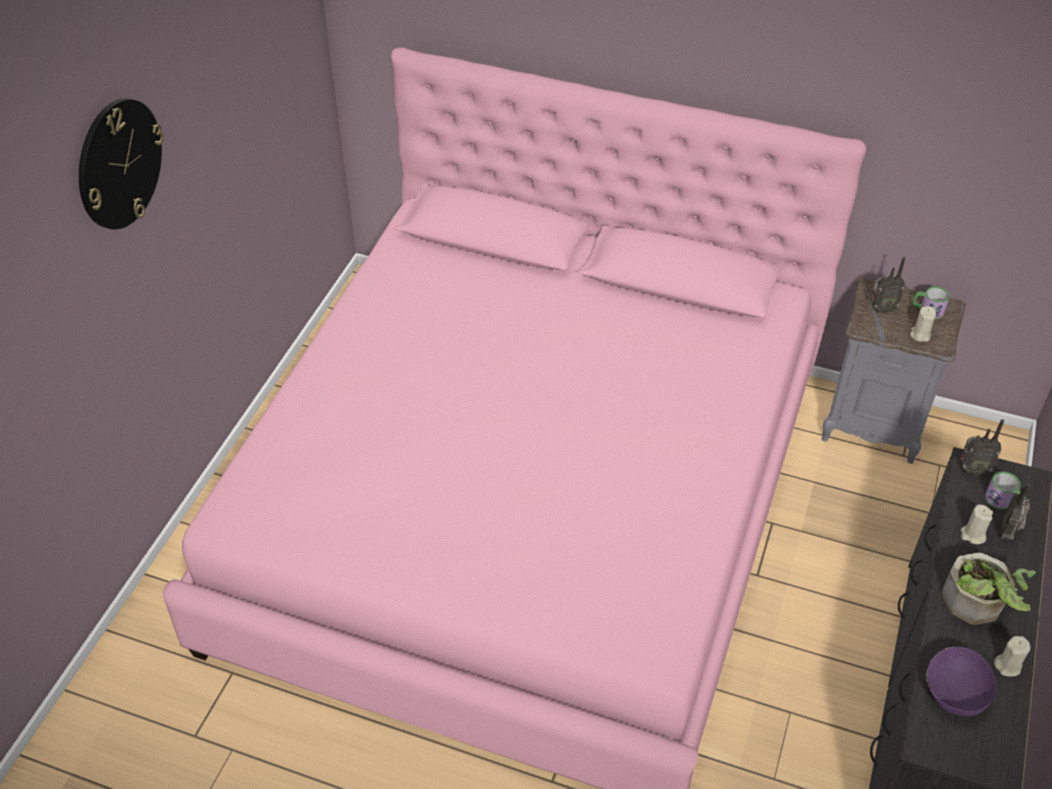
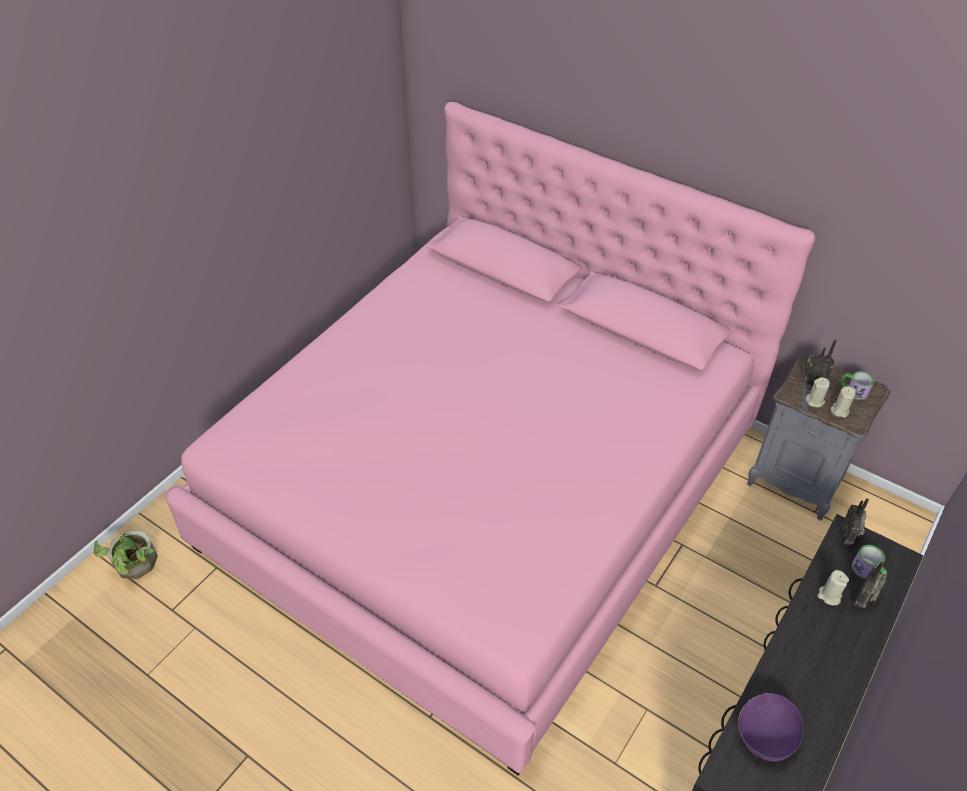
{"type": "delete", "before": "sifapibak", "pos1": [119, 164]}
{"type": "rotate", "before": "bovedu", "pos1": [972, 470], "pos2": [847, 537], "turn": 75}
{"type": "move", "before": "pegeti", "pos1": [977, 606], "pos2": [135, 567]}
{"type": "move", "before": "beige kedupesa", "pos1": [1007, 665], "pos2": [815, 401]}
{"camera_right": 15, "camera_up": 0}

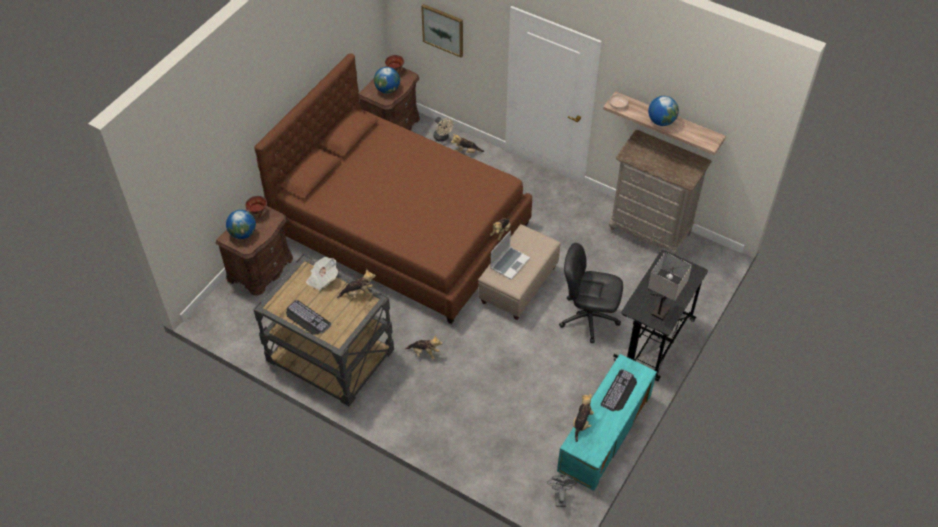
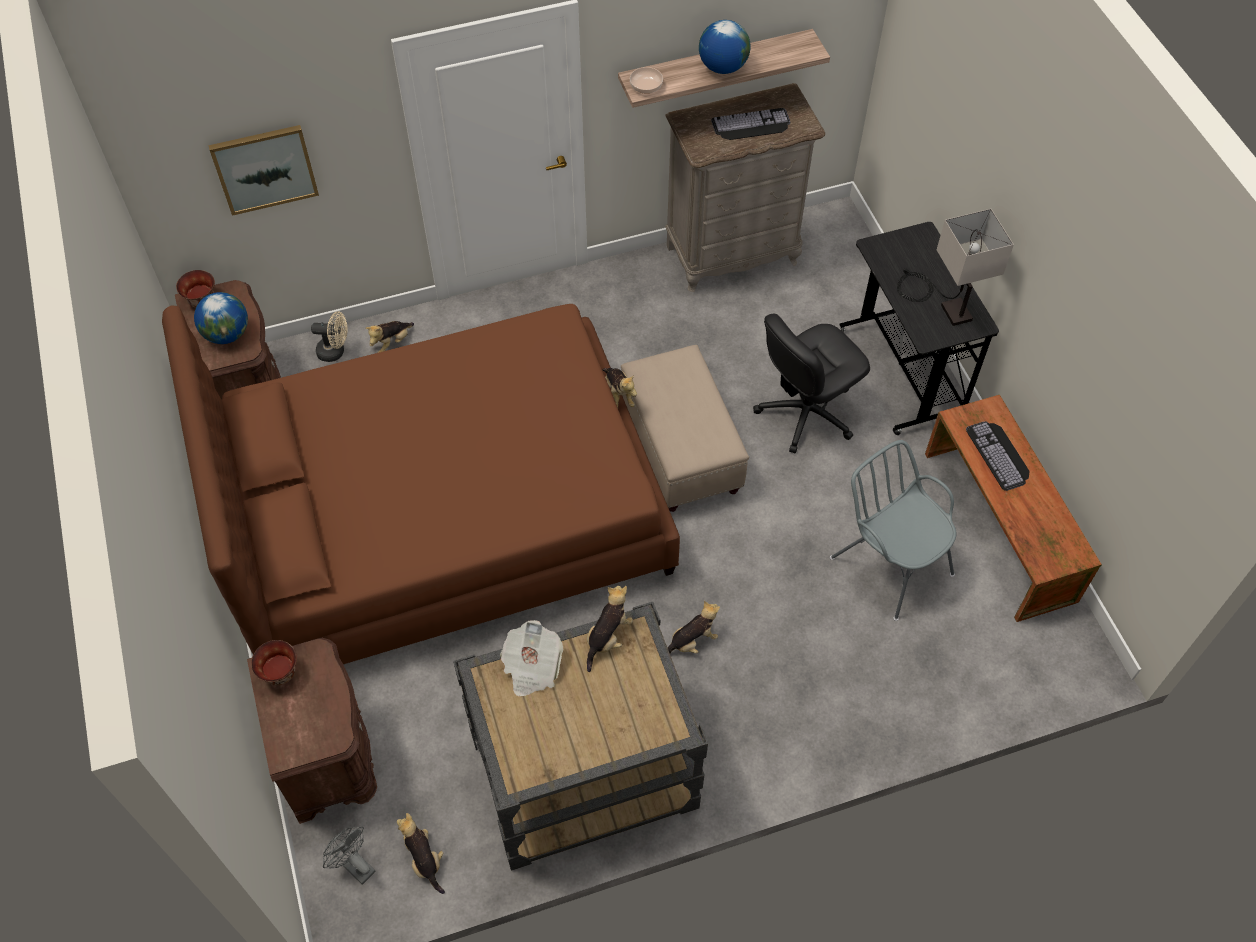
{"type": "delete", "before": "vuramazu", "pos1": [243, 233]}
{"type": "delete", "before": "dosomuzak", "pos1": [509, 263]}
{"type": "move", "before": "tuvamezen", "pos1": [306, 318], "pos2": [751, 125]}
{"type": "recolor", "before": "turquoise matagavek", "after": "brown matagavek", "pos1": [605, 433], "pos2": [1001, 526]}
{"type": "move", "before": "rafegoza", "pos1": [582, 423], "pos2": [424, 859]}
{"type": "move", "before": "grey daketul", "pos1": [560, 496], "pos2": [354, 865]}
{"type": "insert", "after": "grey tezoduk", "pos2": [888, 561]}
{"camera_right": -50, "camera_up": 5}

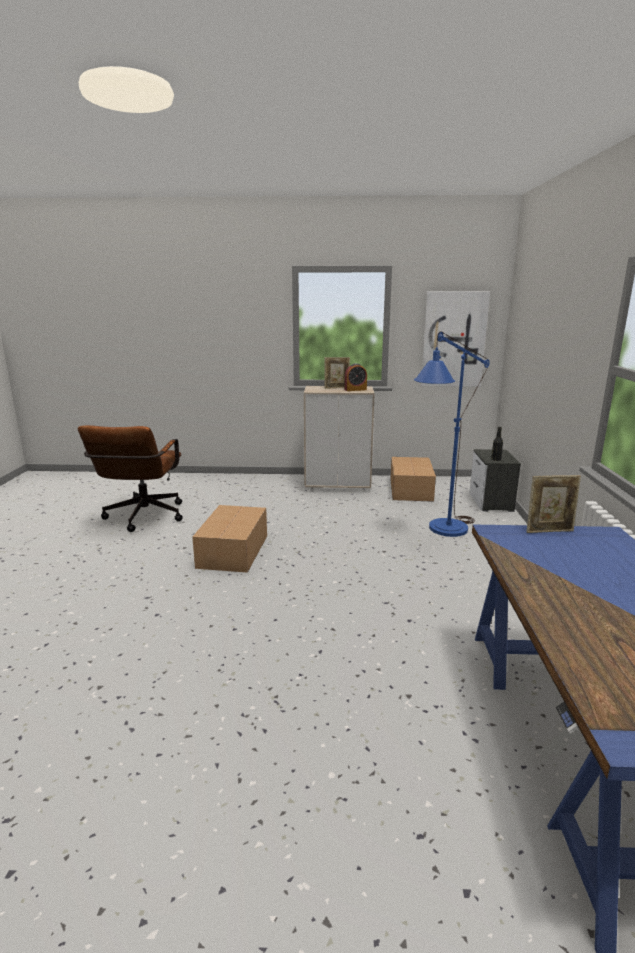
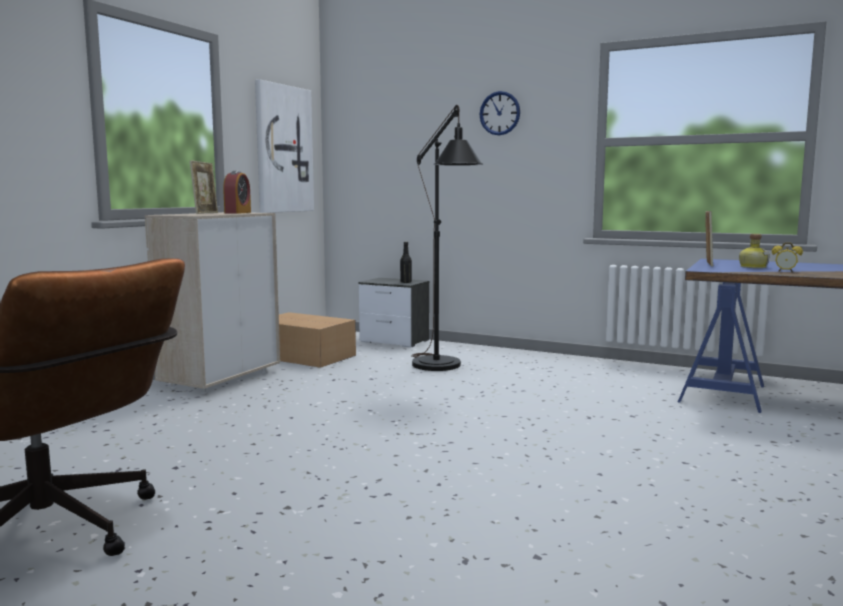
{"type": "recolor", "before": "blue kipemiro", "after": "black kipemiro", "pos1": [441, 531], "pos2": [441, 368]}
{"type": "delete", "before": "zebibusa", "pos1": [232, 552]}
{"type": "insert", "after": "sifapibak", "pos2": [499, 113]}
{"type": "insert", "after": "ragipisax", "pos2": [753, 267]}
{"type": "insert", "after": "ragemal", "pos2": [785, 272]}
{"camera_right": -65, "camera_up": -10}

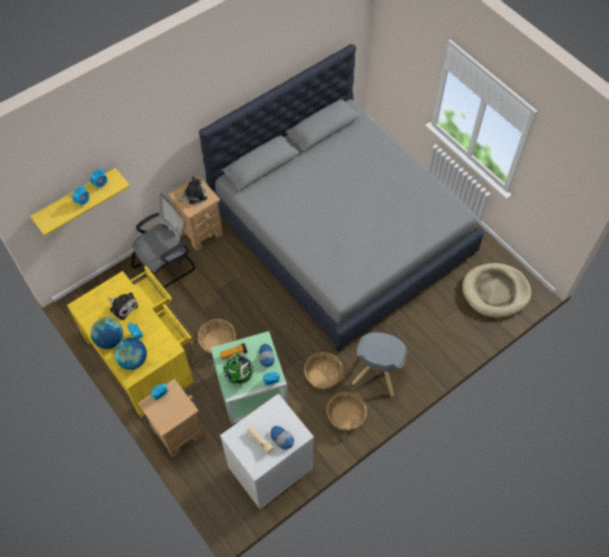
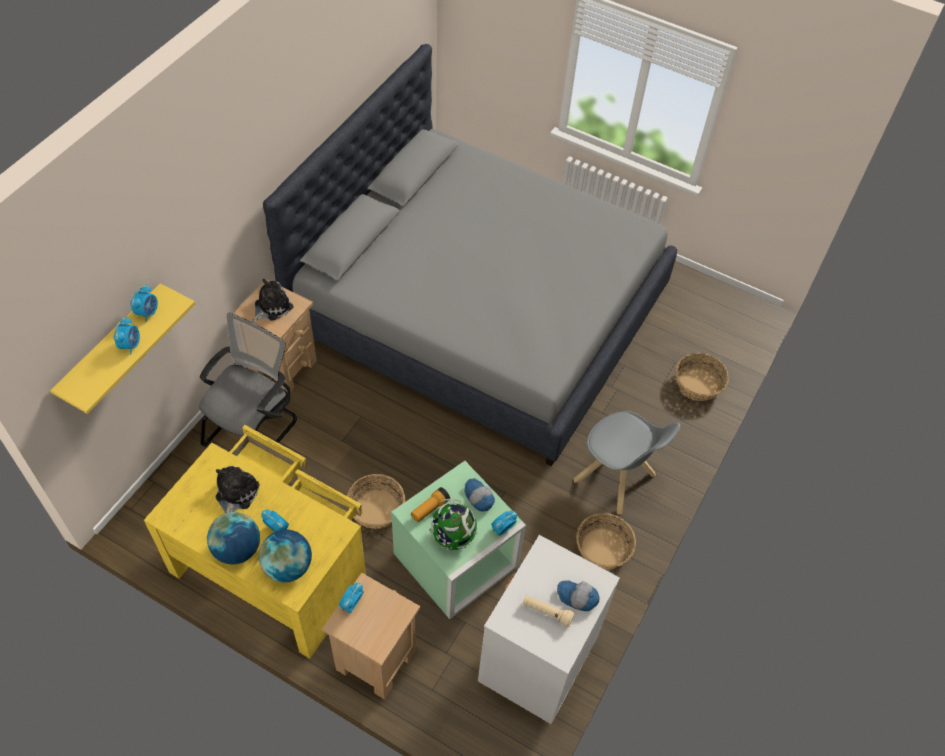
{"type": "delete", "before": "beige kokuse", "pos1": [495, 292]}
{"type": "rotate", "before": "rafegoza", "pos1": [123, 306], "pos2": [235, 494], "turn": -90}
{"type": "rotate", "before": "grey tezoduk", "pos1": [377, 374], "pos2": [616, 479], "turn": -45}
{"type": "move", "before": "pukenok", "pos1": [323, 375], "pos2": [698, 385]}
{"camera_right": -25, "camera_up": -5}

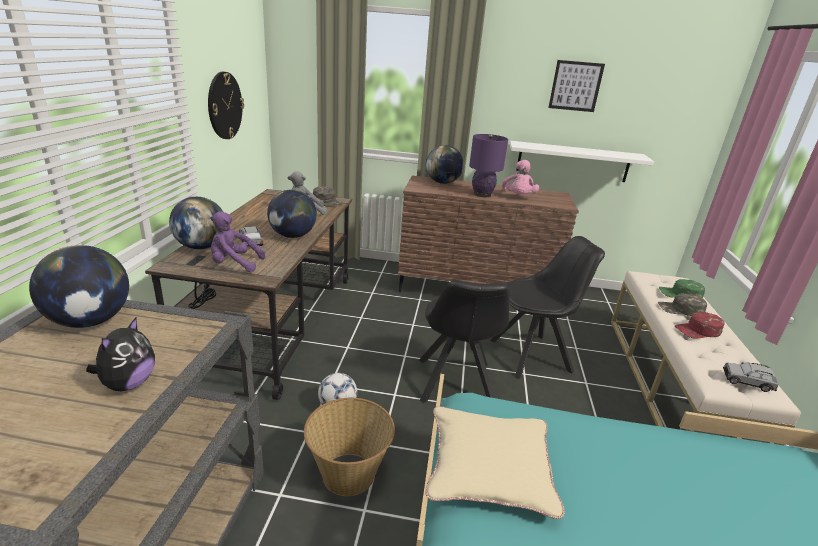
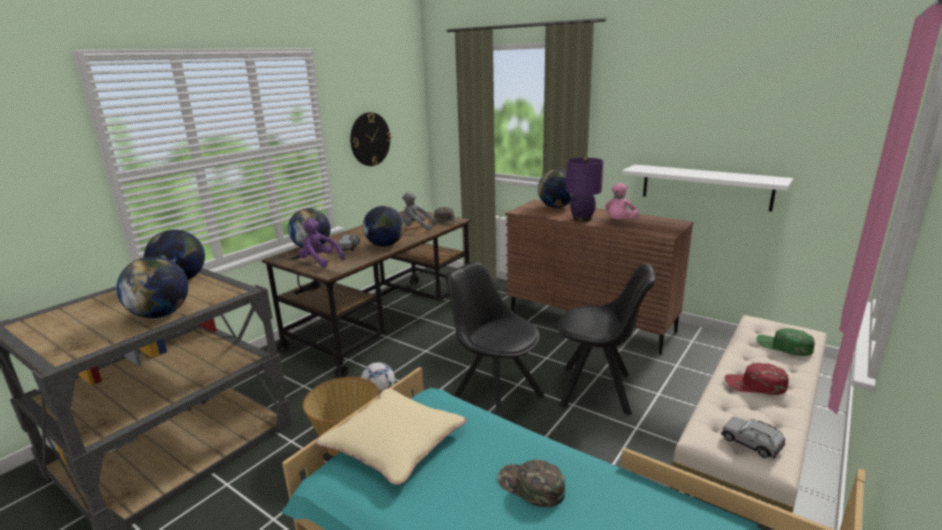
{"type": "delete", "before": "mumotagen", "pos1": [575, 86]}
{"type": "rotate", "before": "black tezoduk", "pos1": [455, 383], "pos2": [494, 398], "turn": 105}
{"type": "move", "before": "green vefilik", "pos1": [680, 309], "pos2": [530, 486]}
{"type": "replace", "before": "rafegoza", "after": "vuramazu", "pos1": [128, 384], "pos2": [161, 314]}
{"camera_right": 30, "camera_up": -5}

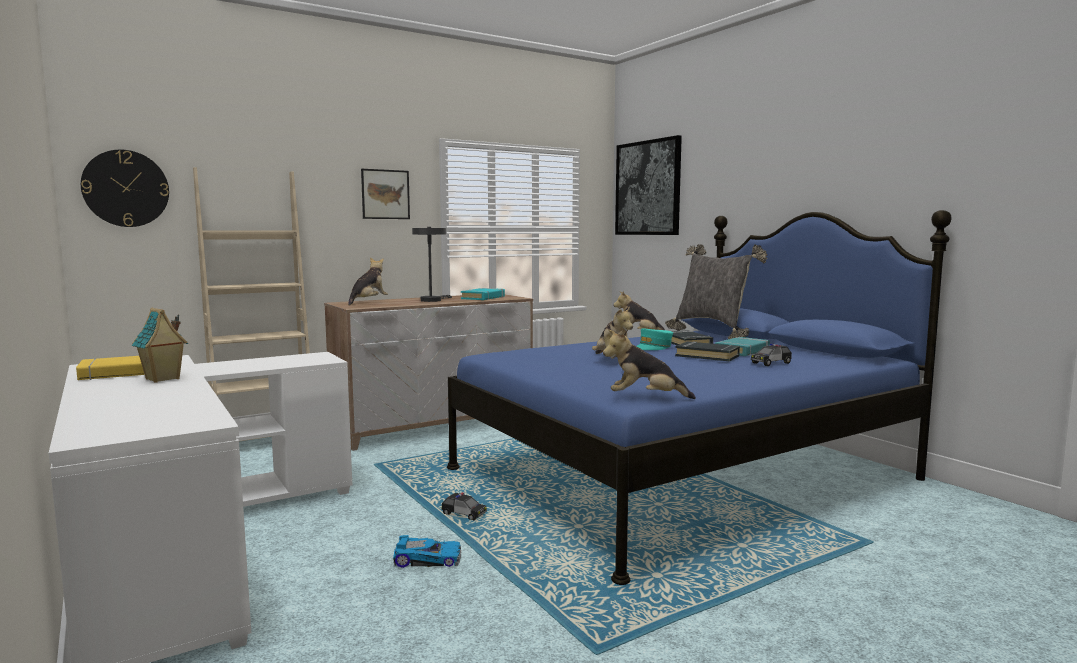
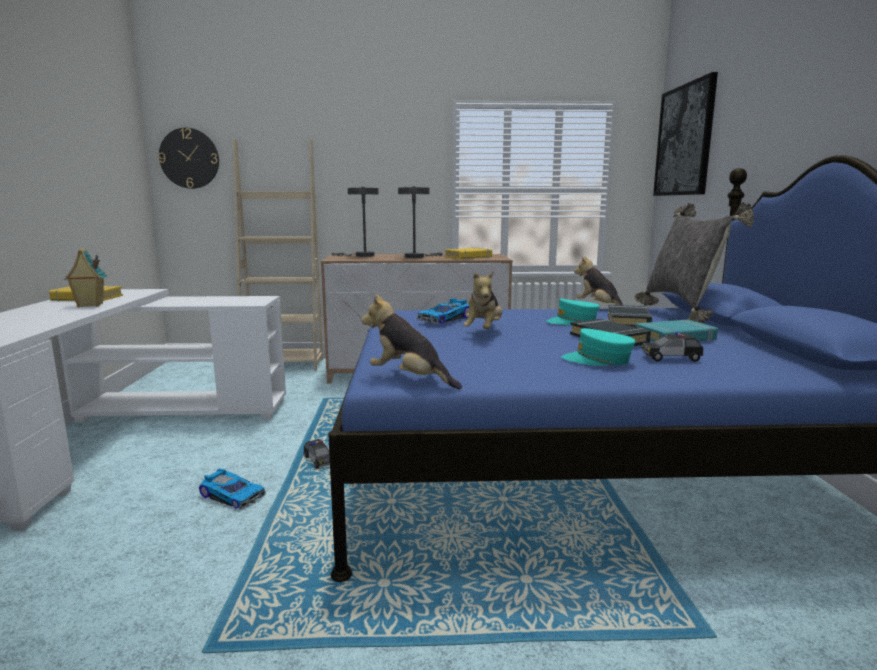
{"type": "delete", "before": "mumotagen", "pos1": [385, 194]}
{"type": "replace", "before": "rafegoza", "after": "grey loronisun", "pos1": [368, 302], "pos2": [361, 256]}
{"type": "recolor", "before": "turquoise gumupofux", "after": "yellow gumupofux", "pos1": [483, 298], "pos2": [468, 257]}
{"type": "insert", "after": "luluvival", "pos2": [445, 318]}
{"type": "insert", "after": "turquoise vefilik", "pos2": [598, 360]}
{"camera_right": 30, "camera_up": 5}

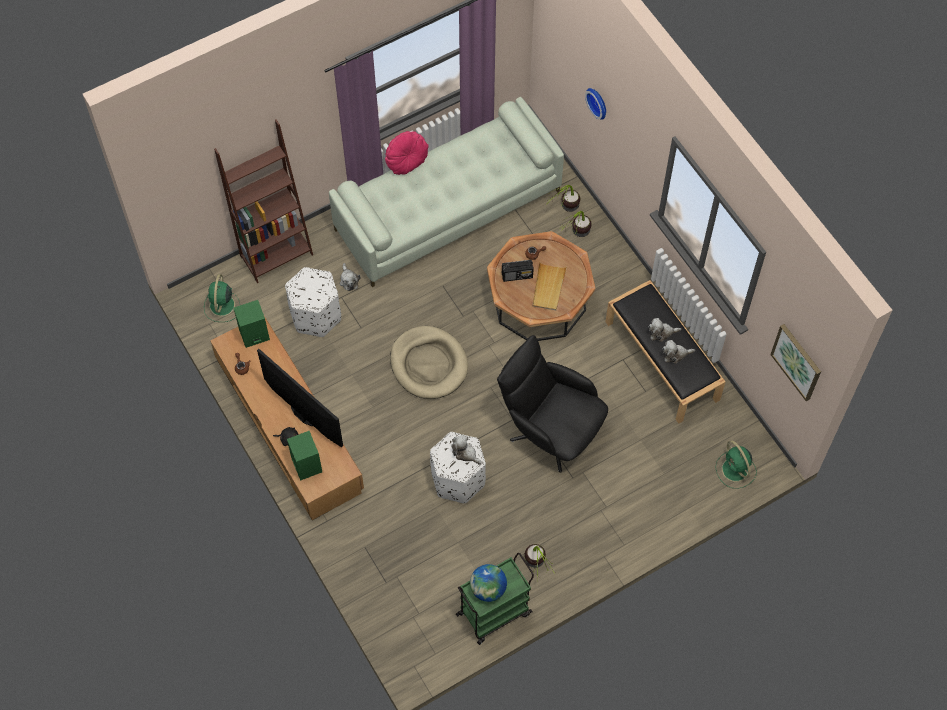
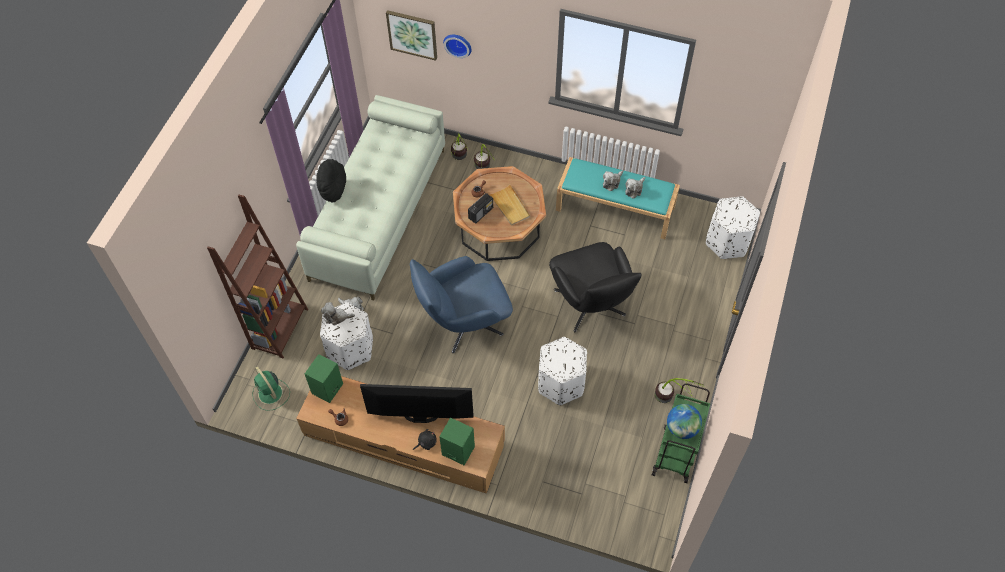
{"type": "recolor", "before": "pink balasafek", "after": "black balasafek", "pos1": [407, 164], "pos2": [334, 191]}
{"type": "recolor", "before": "black matagavek", "after": "turquoise matagavek", "pos1": [663, 361], "pos2": [616, 208]}
{"type": "move", "before": "mumotagen", "pos1": [797, 361], "pos2": [412, 34]}
{"type": "replace", "before": "beige kokuse", "after": "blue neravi", "pos1": [429, 364], "pos2": [465, 322]}
{"type": "rotate", "before": "black neravi", "pos1": [550, 431], "pos2": [590, 305], "turn": -105}
{"type": "move", "before": "rafegoza", "pos1": [465, 453], "pos2": [337, 317]}
{"type": "replace", "before": "green daketul", "after": "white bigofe", "pos1": [735, 470], "pos2": [728, 242]}
{"camera_right": -40, "camera_up": -5}

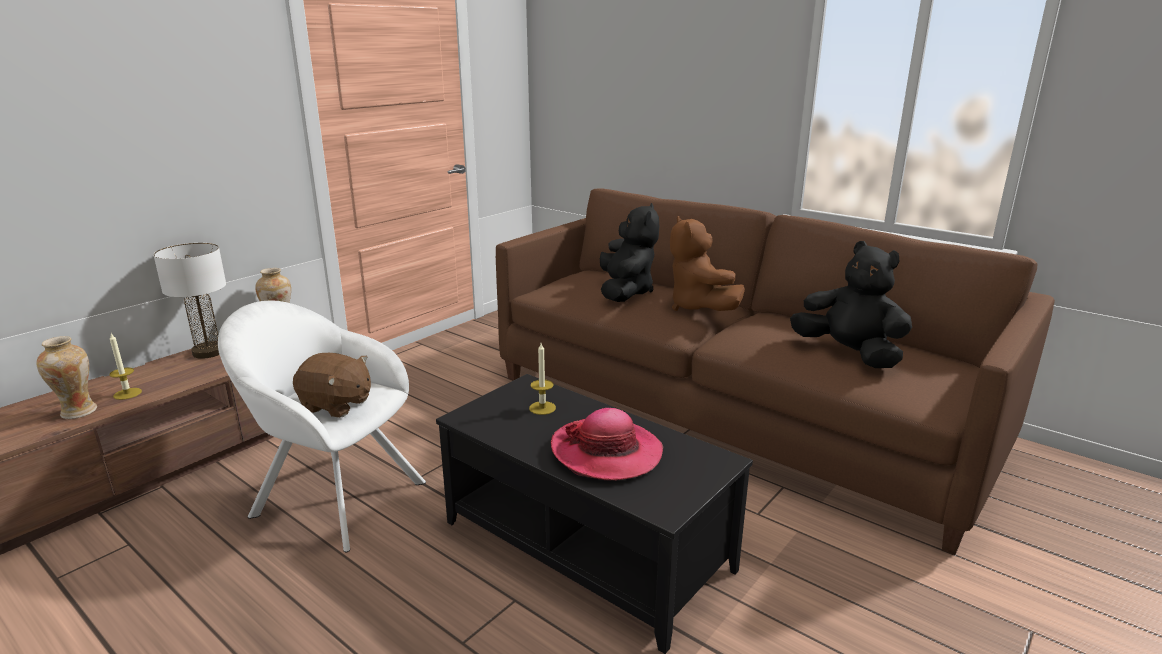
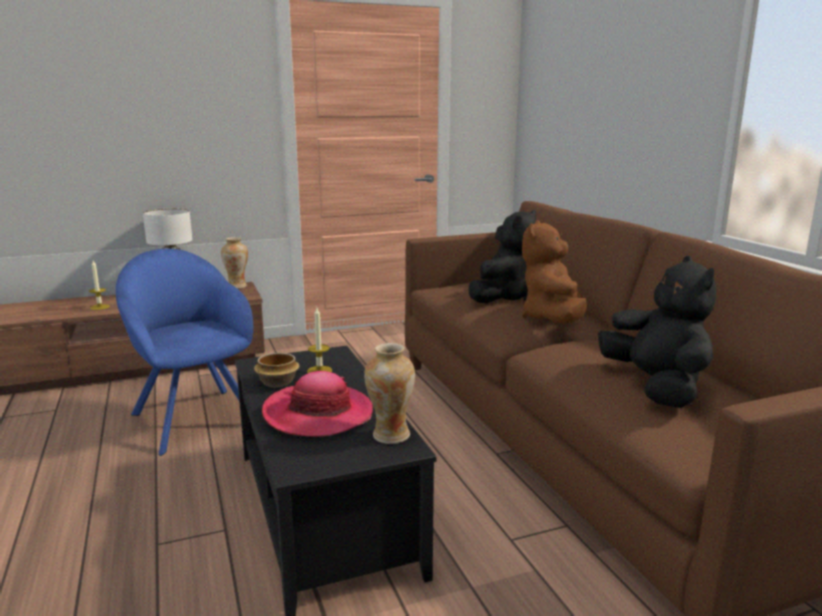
{"type": "recolor", "before": "white neravi", "after": "blue neravi", "pos1": [333, 496], "pos2": [194, 416]}
{"type": "move", "before": "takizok", "pos1": [78, 412], "pos2": [390, 435]}
{"type": "delete", "before": "brown rafegoza", "pos1": [336, 405]}
{"type": "insert", "after": "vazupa", "pos2": [276, 383]}
{"camera_right": 30, "camera_up": -5}

